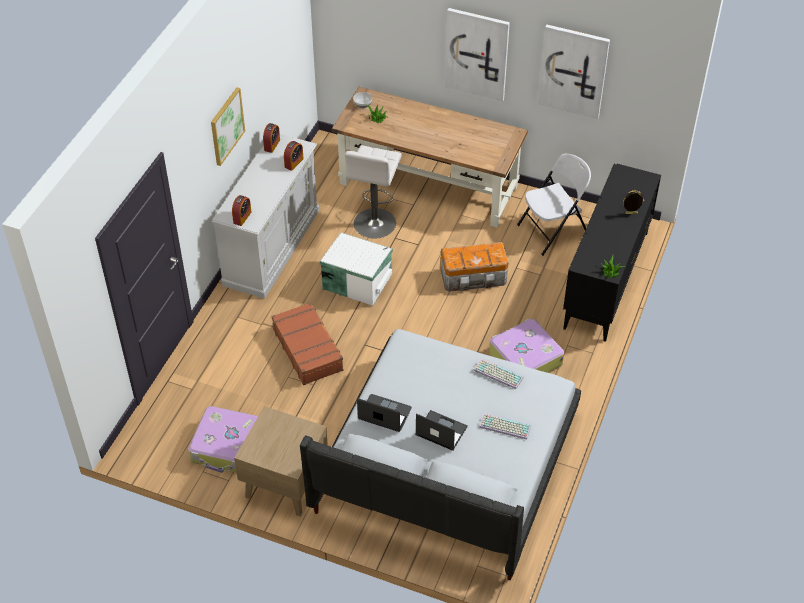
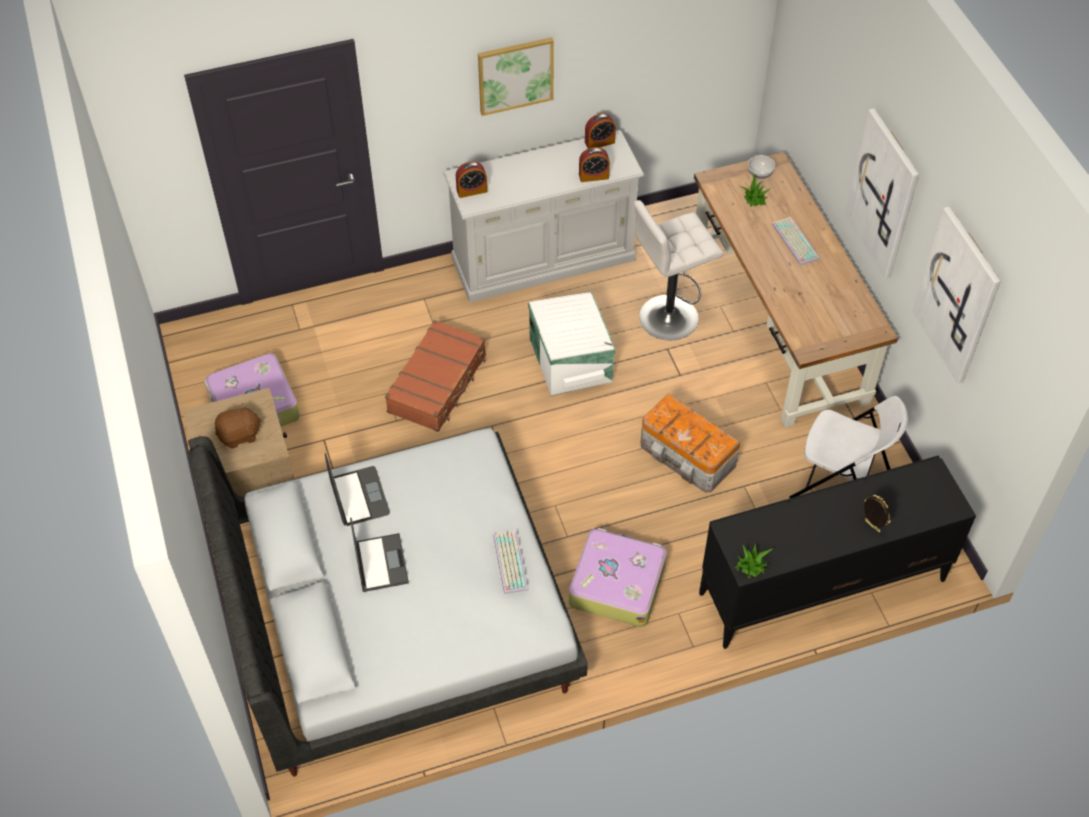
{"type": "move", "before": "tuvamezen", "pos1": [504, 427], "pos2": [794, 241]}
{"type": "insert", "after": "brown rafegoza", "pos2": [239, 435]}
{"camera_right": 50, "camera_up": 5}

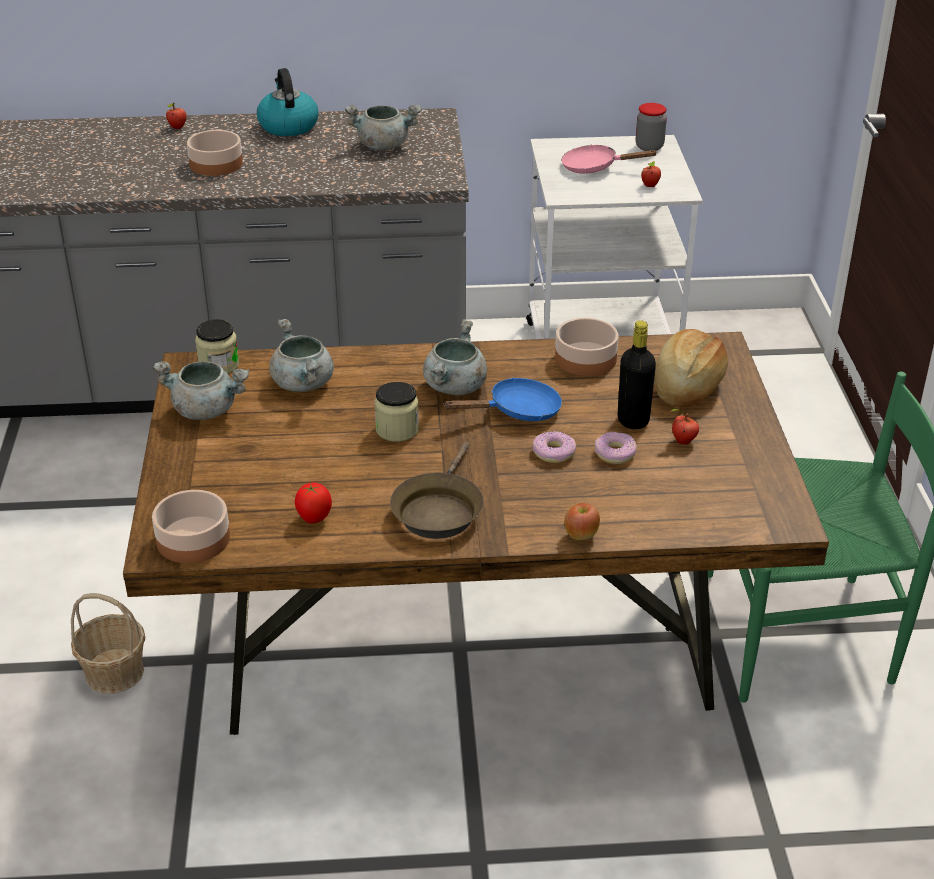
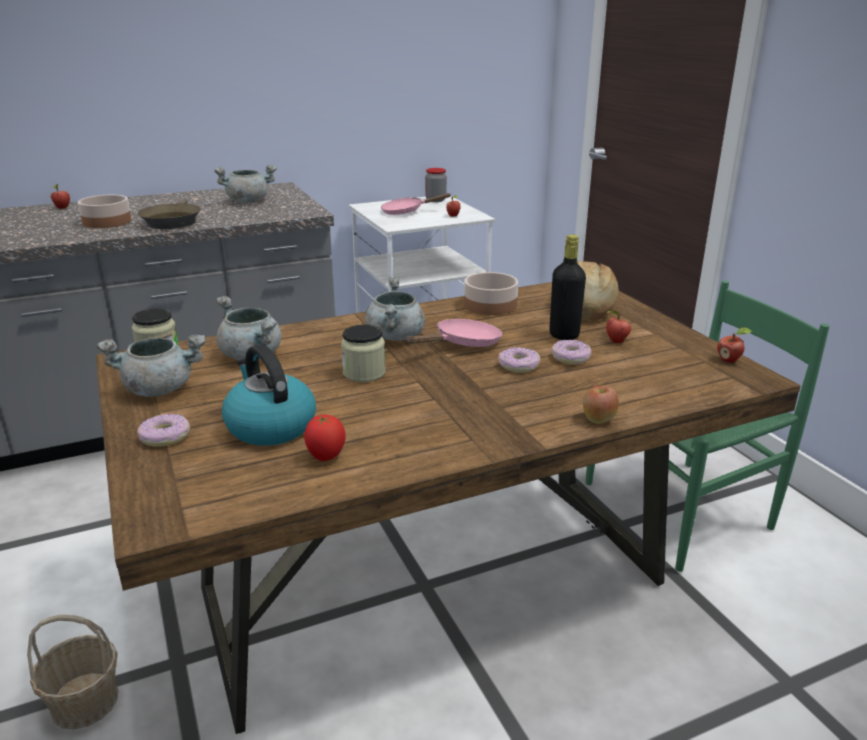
{"type": "move", "before": "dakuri", "pos1": [288, 126], "pos2": [269, 426]}
{"type": "recolor", "before": "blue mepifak", "after": "pink mepifak", "pos1": [518, 411], "pos2": [463, 344]}
{"type": "move", "before": "brown mepifak", "pos1": [438, 510], "pos2": [172, 221]}
{"type": "delete", "before": "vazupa", "pos1": [193, 540]}
{"type": "insert", "after": "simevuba", "pos2": [729, 360]}
{"type": "insert", "after": "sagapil", "pos2": [165, 437]}
{"camera_right": -20, "camera_up": -10}

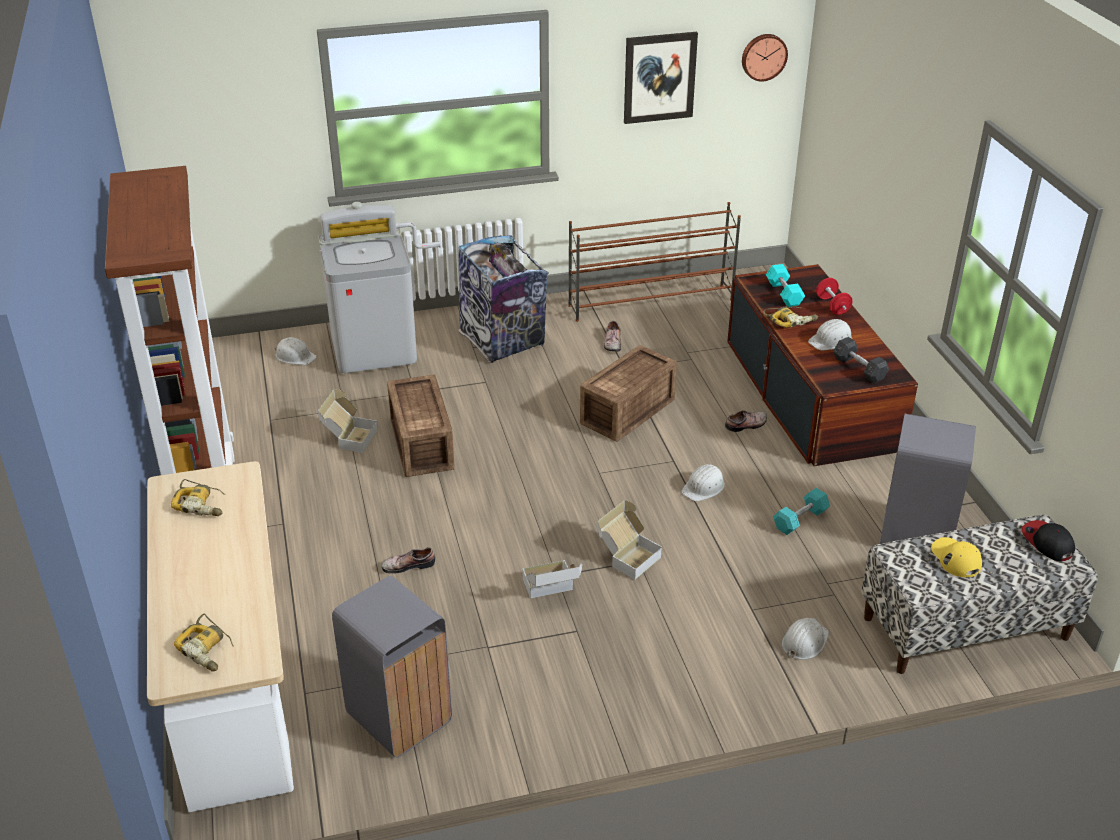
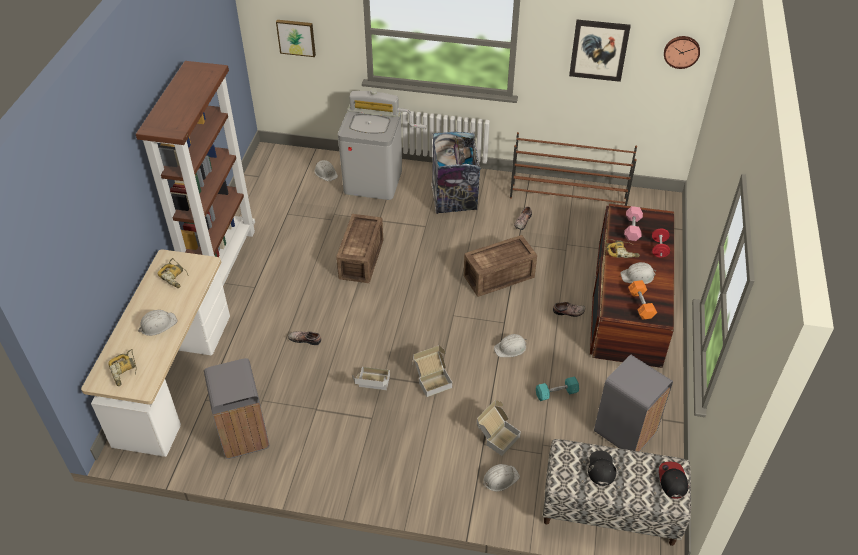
{"type": "recolor", "before": "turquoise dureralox", "after": "pink dureralox", "pos1": [784, 293], "pos2": [632, 228]}
{"type": "recolor", "before": "grey dureralox", "after": "orange dureralox", "pos1": [859, 369], "pos2": [641, 305]}
{"type": "move", "before": "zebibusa", "pos1": [349, 438], "pos2": [496, 436]}
{"type": "recolor", "before": "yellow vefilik", "after": "black vefilik", "pos1": [955, 558], "pos2": [601, 468]}
{"type": "insert", "after": "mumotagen", "pos2": [296, 37]}
{"type": "insert", "after": "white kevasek", "pos2": [158, 324]}
{"camera_right": 25, "camera_up": 10}

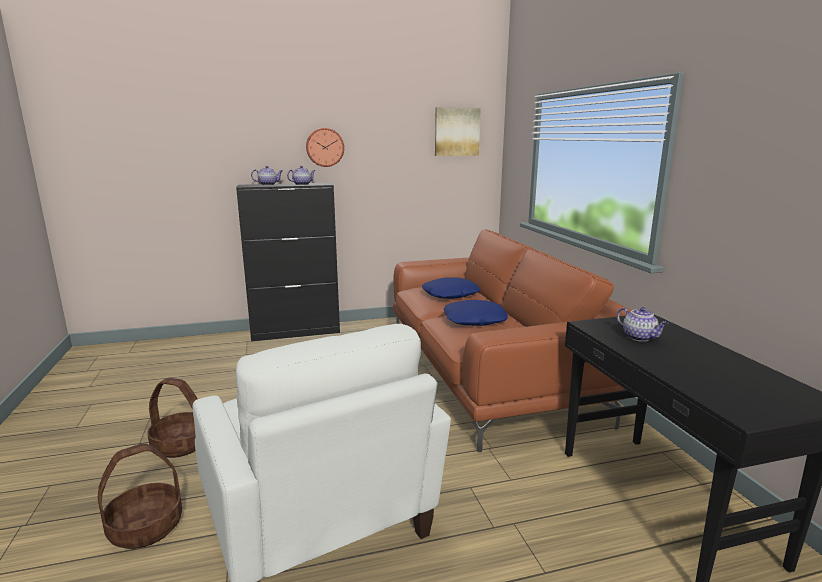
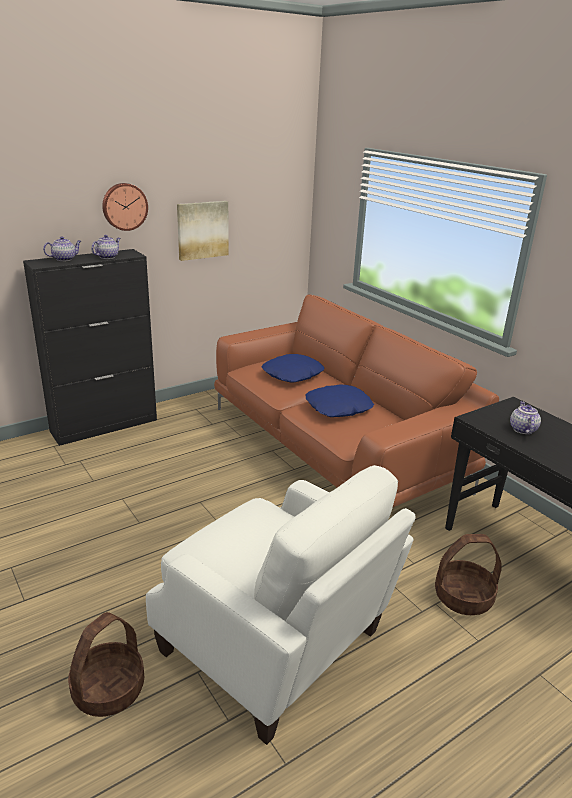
{"type": "move", "before": "mumotagen", "pos1": [456, 132], "pos2": [202, 230]}
{"type": "rotate", "before": "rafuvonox", "pos1": [640, 337], "pos2": [522, 429], "turn": -120}
{"type": "move", "before": "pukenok", "pos1": [181, 444], "pos2": [463, 597]}
{"camera_right": -20, "camera_up": 10}

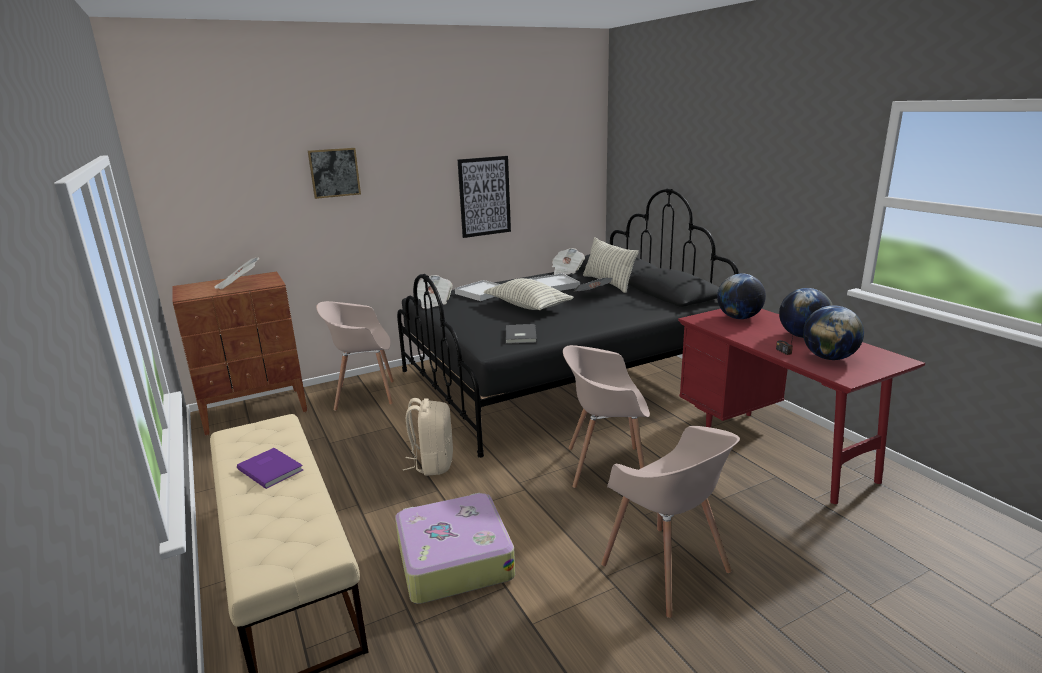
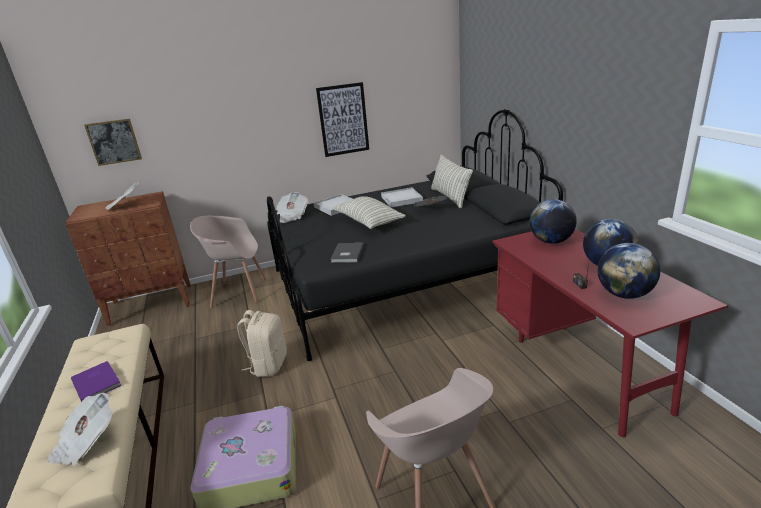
{"type": "move", "before": "mumotagen", "pos1": [334, 172], "pos2": [114, 142]}
{"type": "move", "before": "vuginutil", "pos1": [566, 271], "pos2": [86, 442]}
{"type": "delete", "before": "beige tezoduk", "pos1": [604, 466]}
{"camera_right": 10, "camera_up": 5}

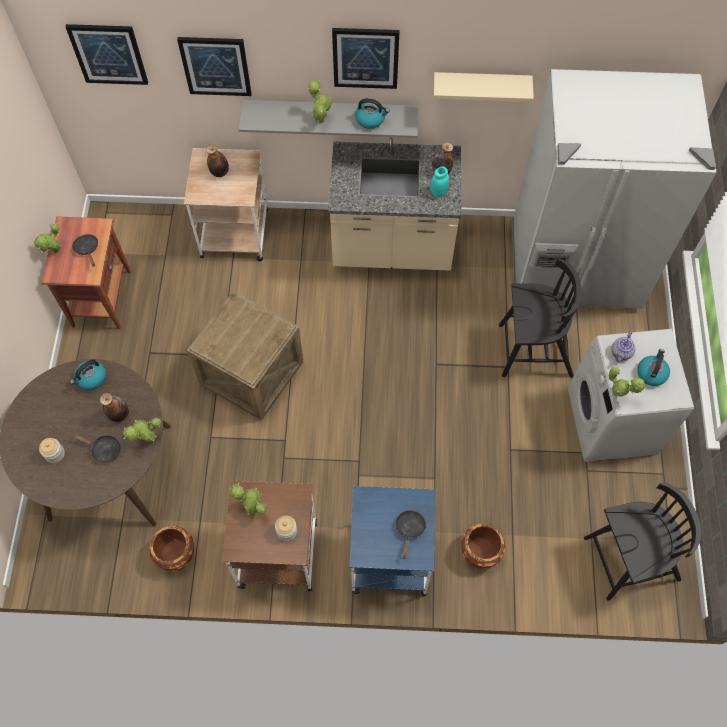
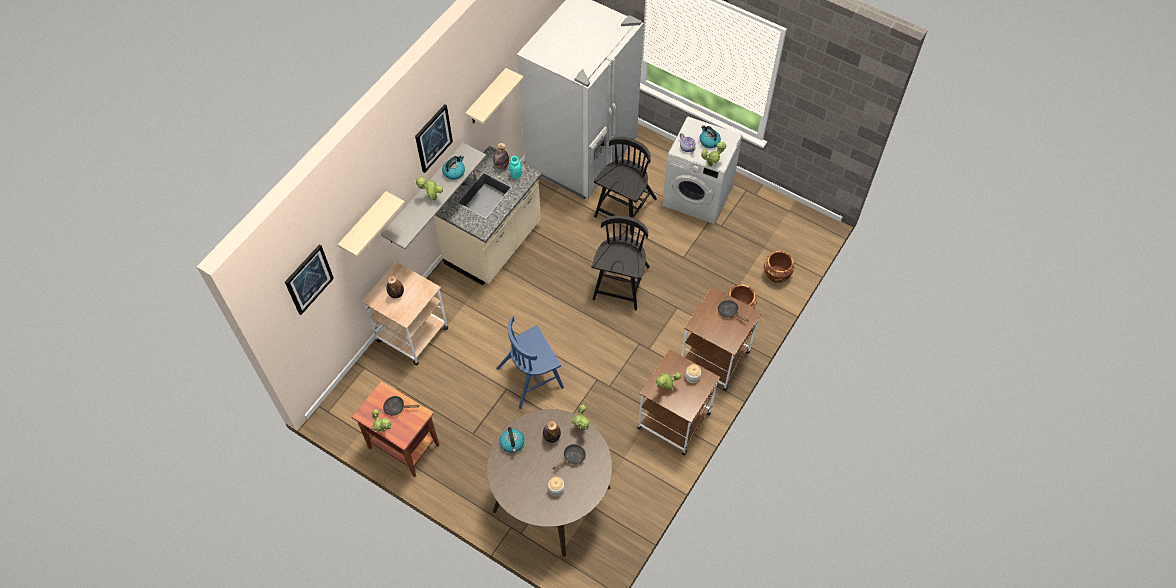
{"type": "replace", "before": "mumotagen", "after": "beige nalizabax", "pos1": [215, 66], "pos2": [364, 225]}
{"type": "replace", "before": "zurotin", "after": "blue tezoduk", "pos1": [251, 373], "pos2": [533, 376]}
{"type": "move", "before": "black tezoduk", "pos1": [629, 559], "pos2": [620, 284]}
{"type": "recolor", "before": "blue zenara", "after": "brown zenara", "pos1": [388, 558], "pos2": [714, 359]}
{"type": "move", "before": "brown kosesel", "pos1": [176, 554], "pos2": [776, 274]}
{"camera_right": -60, "camera_up": -5}

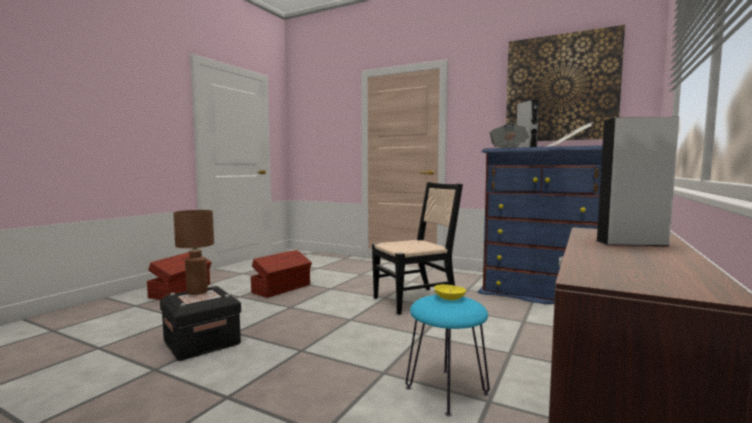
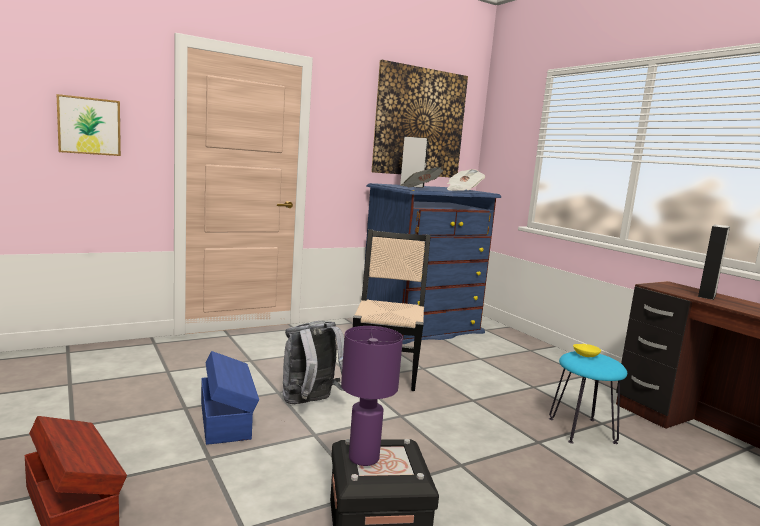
{"type": "recolor", "before": "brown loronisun", "after": "purple loronisun", "pos1": [196, 292], "pos2": [363, 458]}
{"type": "recolor", "before": "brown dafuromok", "after": "blue dafuromok", "pos1": [282, 288], "pos2": [226, 419]}
{"type": "insert", "after": "mumotagen", "pos2": [89, 126]}
{"type": "insert", "after": "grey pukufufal", "pos2": [311, 403]}
{"camera_right": -60, "camera_up": 5}

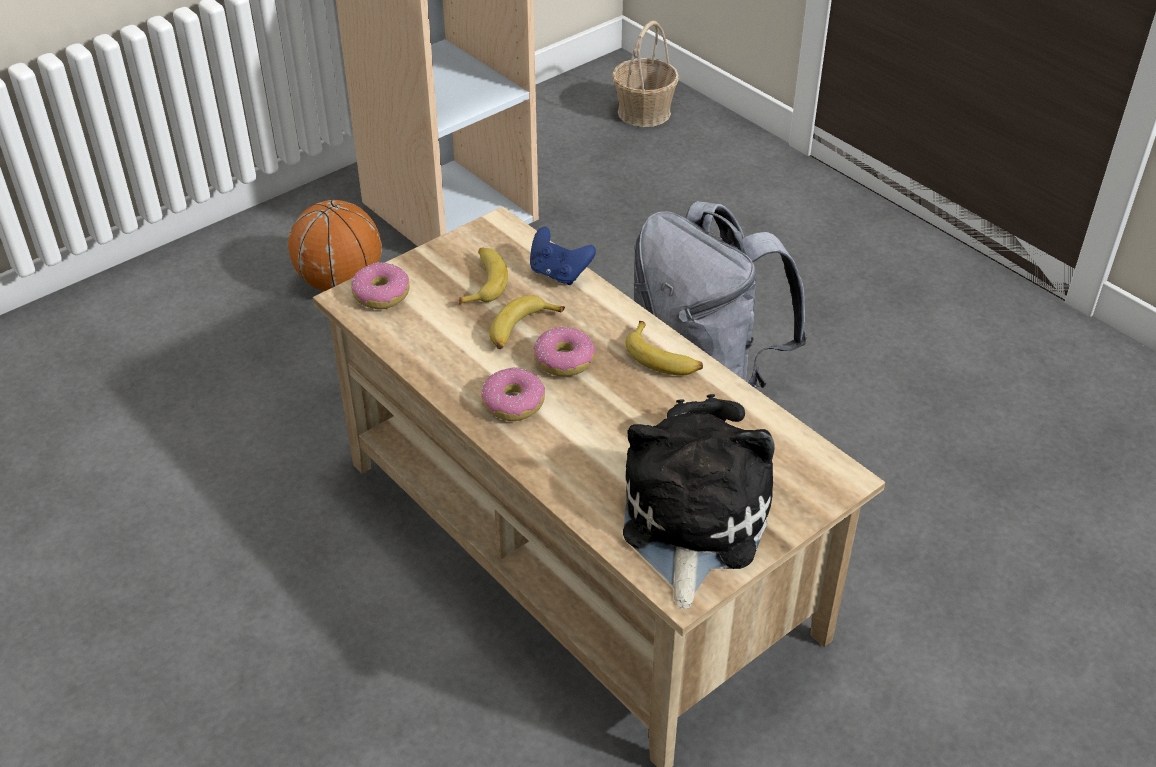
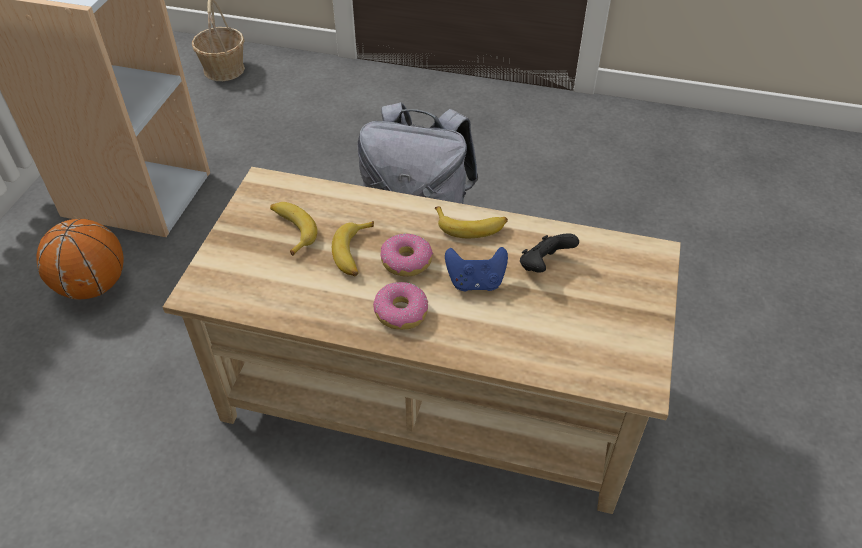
{"type": "move", "before": "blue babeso", "pos1": [559, 273], "pos2": [475, 282]}
{"type": "delete", "before": "sagapil", "pos1": [381, 294]}
{"type": "delete", "before": "rafegoza", "pos1": [691, 524]}
{"camera_right": -35, "camera_up": 5}

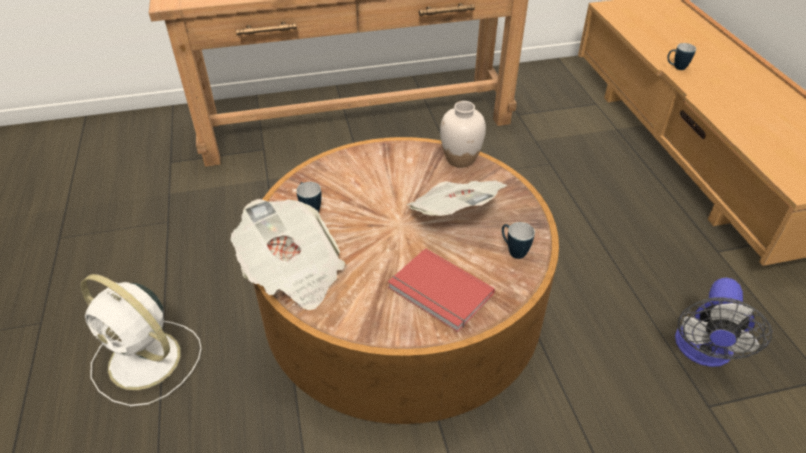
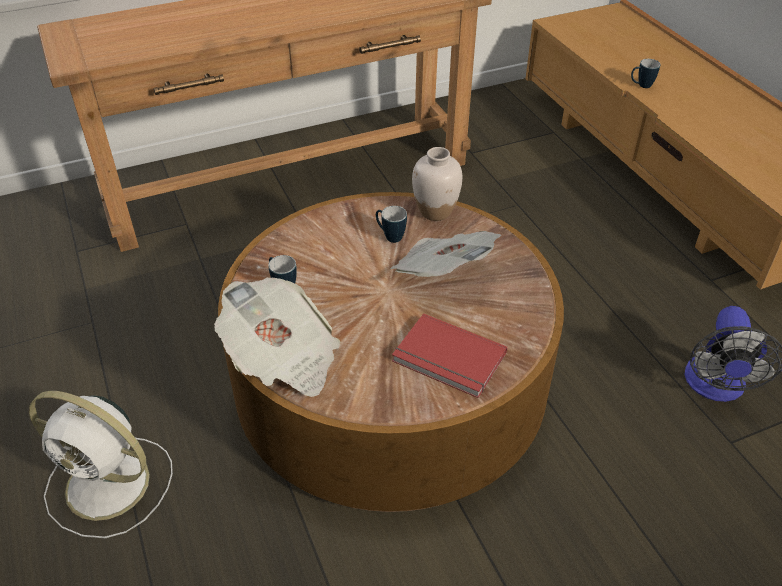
{"type": "move", "before": "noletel", "pos1": [513, 251], "pos2": [390, 236]}
{"camera_right": -10, "camera_up": 0}

